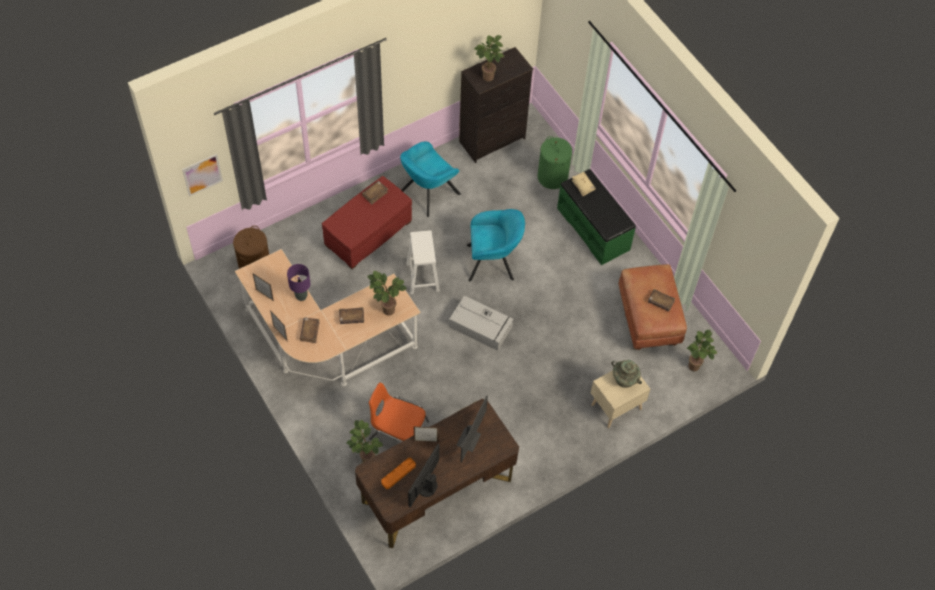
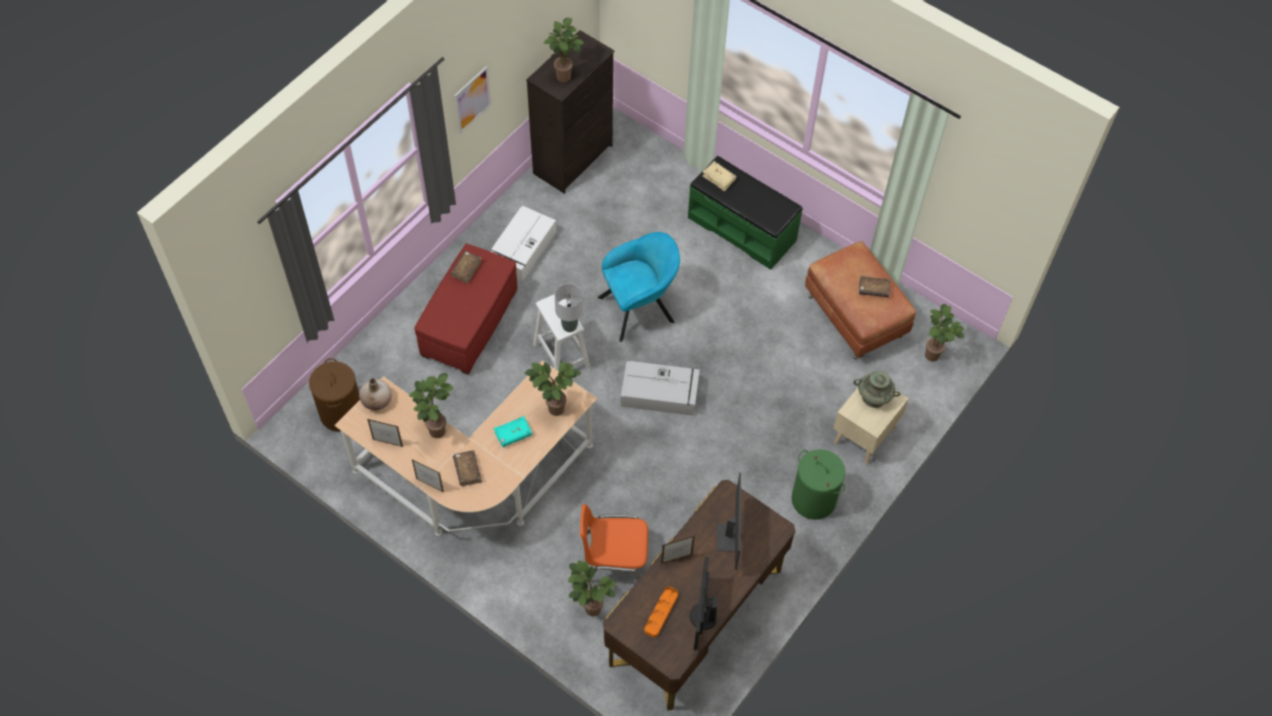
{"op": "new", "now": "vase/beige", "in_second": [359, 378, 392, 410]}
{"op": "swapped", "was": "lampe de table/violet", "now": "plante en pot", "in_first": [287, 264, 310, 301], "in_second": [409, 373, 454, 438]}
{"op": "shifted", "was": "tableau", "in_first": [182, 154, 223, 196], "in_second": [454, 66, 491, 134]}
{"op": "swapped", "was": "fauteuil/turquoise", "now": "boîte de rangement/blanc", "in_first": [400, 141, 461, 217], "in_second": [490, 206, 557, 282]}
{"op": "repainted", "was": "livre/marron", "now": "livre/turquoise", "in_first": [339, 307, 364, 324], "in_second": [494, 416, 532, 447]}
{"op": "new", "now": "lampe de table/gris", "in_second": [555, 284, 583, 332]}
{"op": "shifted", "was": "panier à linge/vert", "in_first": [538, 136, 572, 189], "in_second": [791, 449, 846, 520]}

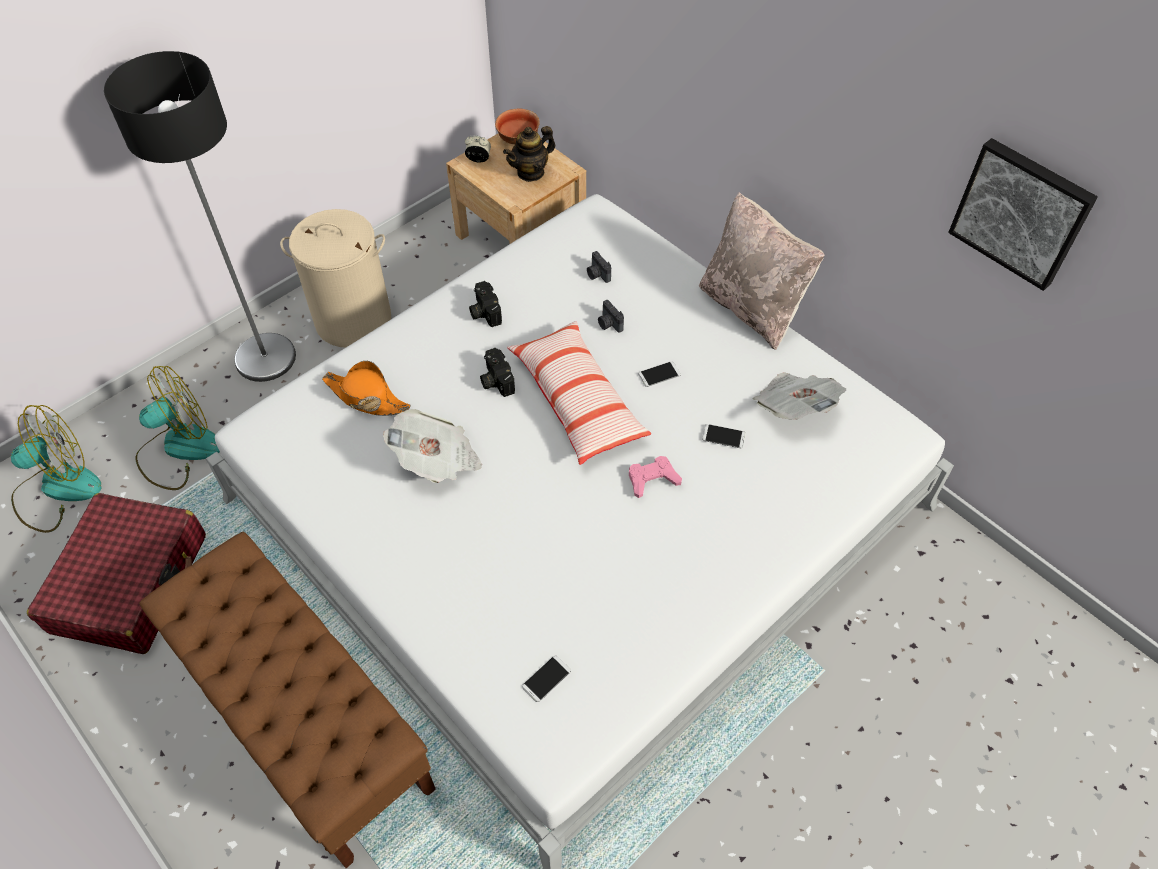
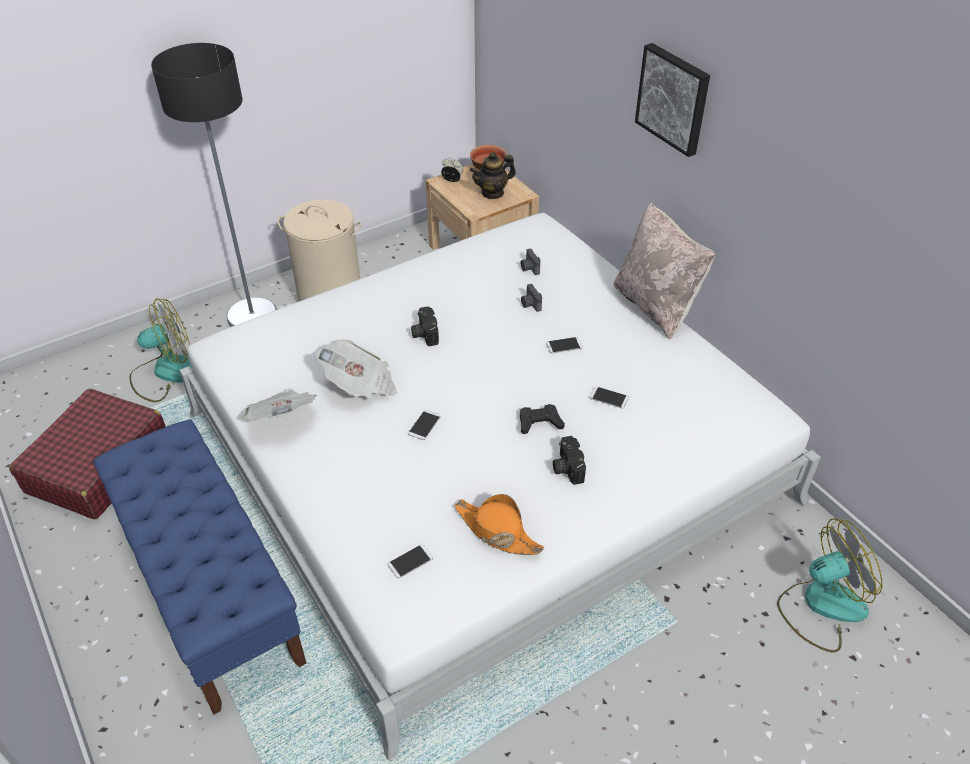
{"op": "repainted", "was": "banc/marron", "now": "banc/bleu", "in_first": [139, 532, 436, 868], "in_second": [93, 419, 306, 715]}
{"op": "shifted", "was": "journal", "in_first": [753, 372, 846, 420], "in_second": [242, 389, 317, 421]}
{"op": "new", "now": "téléphone", "in_second": [408, 410, 441, 440]}
{"op": "shifted", "was": "chapeau/orange", "in_first": [322, 361, 411, 416], "in_second": [454, 494, 544, 555]}
{"op": "repainted", "was": "manette/rose", "now": "manette/noir", "in_first": [629, 456, 682, 498], "in_second": [520, 404, 565, 434]}
{"op": "shifted", "was": "appareil photo", "in_first": [469, 281, 502, 327], "in_second": [553, 436, 586, 485]}
{"op": "shifted", "was": "tableau", "in_first": [948, 138, 1098, 291], "in_second": [635, 43, 710, 157]}
{"op": "shifted", "was": "ventilateur", "in_first": [11, 405, 102, 533], "in_second": [777, 518, 883, 653]}
{"op": "gone", "was": "coussin", "in_first": [507, 321, 651, 465]}

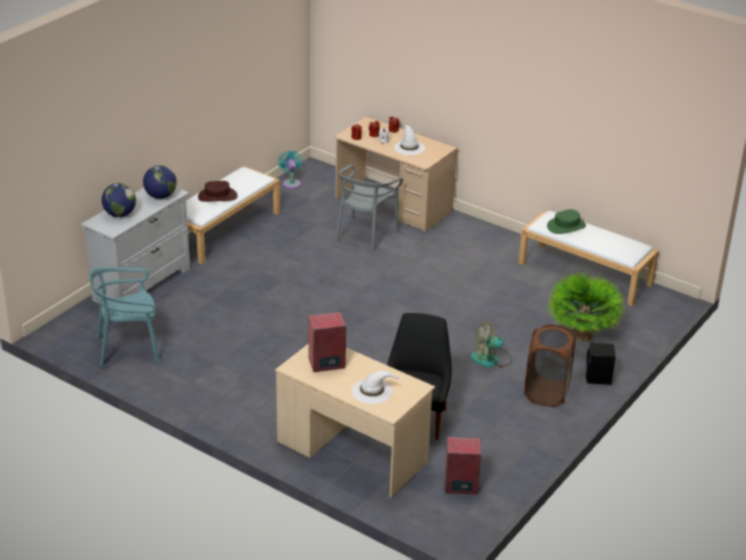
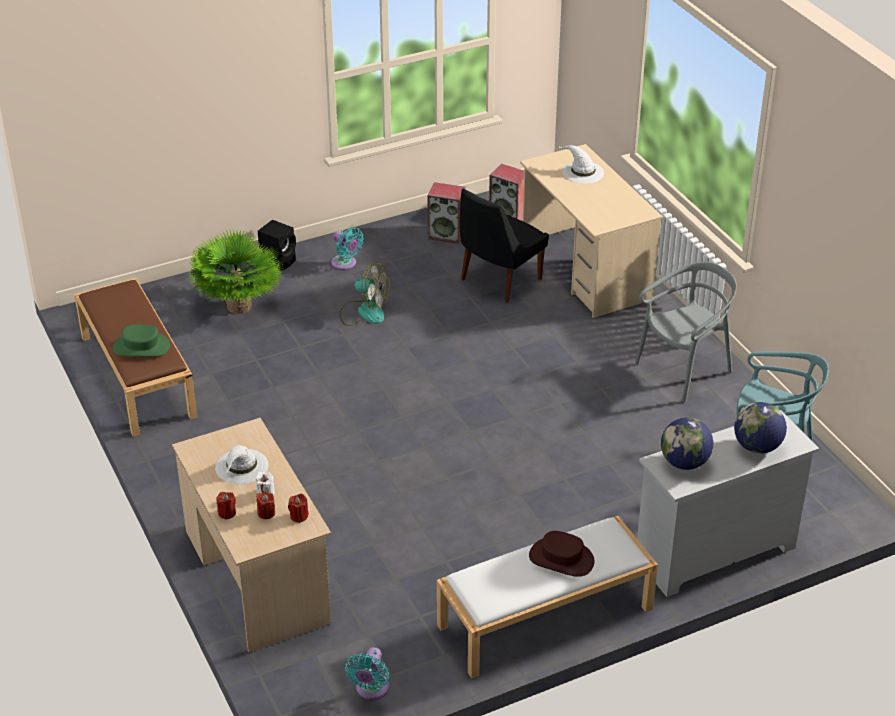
{"op": "repainted", "was": "banc/blanc", "now": "banc/marron", "in_first": [519, 210, 659, 306], "in_second": [74, 278, 197, 437]}
{"op": "swapped", "was": "panier à linge/marron", "now": "ventilateur/turquoise", "in_first": [525, 324, 576, 407], "in_second": [331, 227, 364, 270]}
{"op": "shifted", "was": "enceinte", "in_first": [308, 312, 346, 372], "in_second": [427, 182, 466, 244]}
{"op": "shifted", "was": "chaise/gris", "in_first": [335, 165, 403, 253], "in_second": [635, 262, 737, 402]}

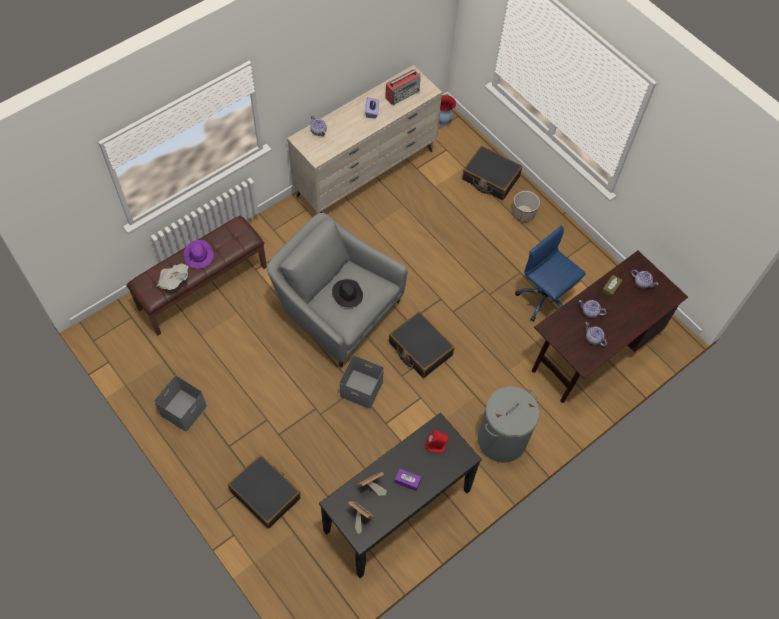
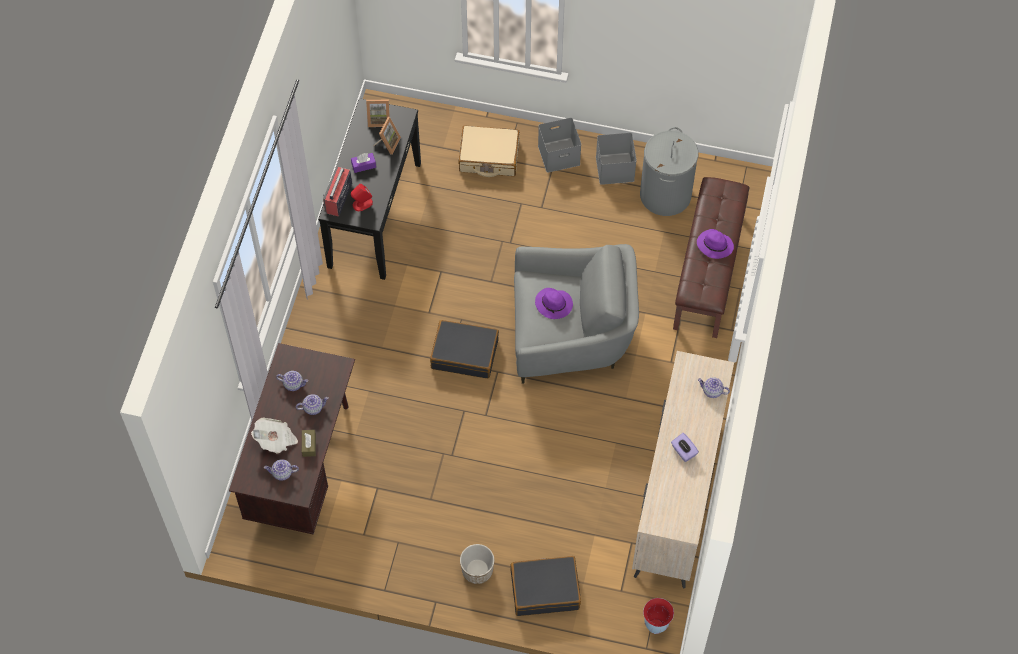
{"op": "shifted", "was": "journal", "in_first": [157, 263, 189, 290], "in_second": [251, 417, 298, 454]}
{"op": "shifted", "was": "radio", "in_first": [385, 70, 420, 105], "in_second": [323, 167, 352, 216]}
{"op": "repainted", "was": "valise/noir", "now": "valise/beige", "in_first": [228, 455, 300, 529], "in_second": [458, 125, 519, 177]}
{"op": "repainted", "was": "chapeau/noir", "now": "chapeau/violet", "in_first": [332, 279, 363, 308], "in_second": [535, 288, 573, 319]}
{"op": "shifted", "was": "boîte de rangement/gris", "in_first": [340, 355, 384, 409], "in_second": [538, 118, 581, 173]}
{"op": "shifted", "was": "panier à linge/gris", "in_first": [478, 386, 540, 463], "in_second": [640, 127, 698, 216]}
{"op": "gone", "was": "chaise de bureau/bleu", "in_first": [515, 225, 586, 322]}

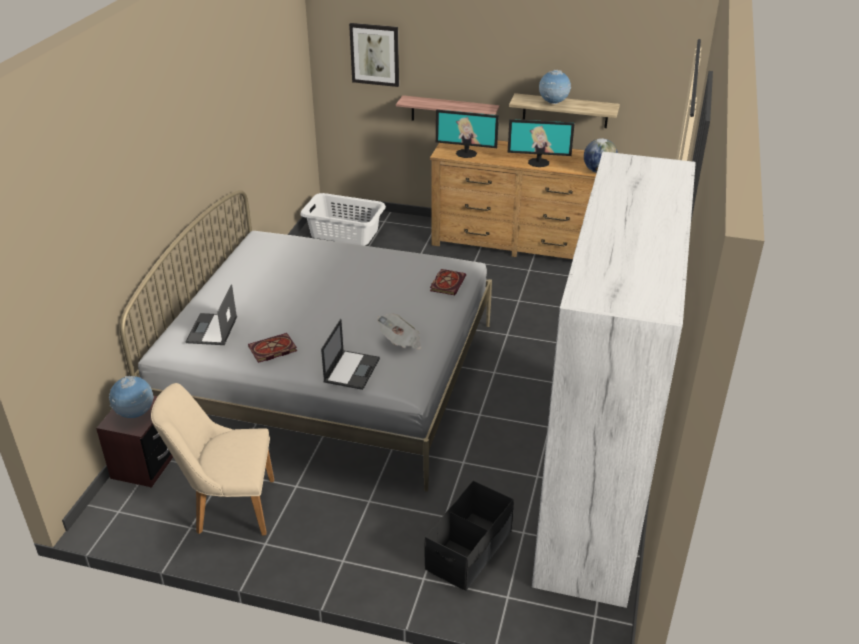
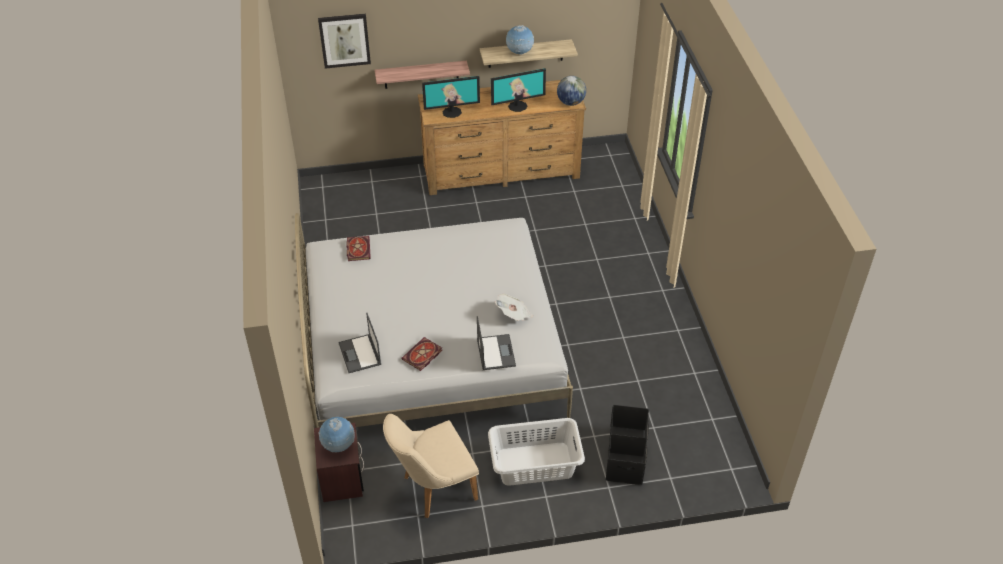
{"op": "shifted", "was": "livre", "in_first": [430, 269, 466, 295], "in_second": [346, 236, 371, 261]}
{"op": "shifted", "was": "panier à linge/blanc", "in_first": [300, 193, 386, 246], "in_second": [488, 418, 585, 486]}
{"op": "gone", "was": "armoire/blanc", "in_first": [532, 152, 696, 608]}

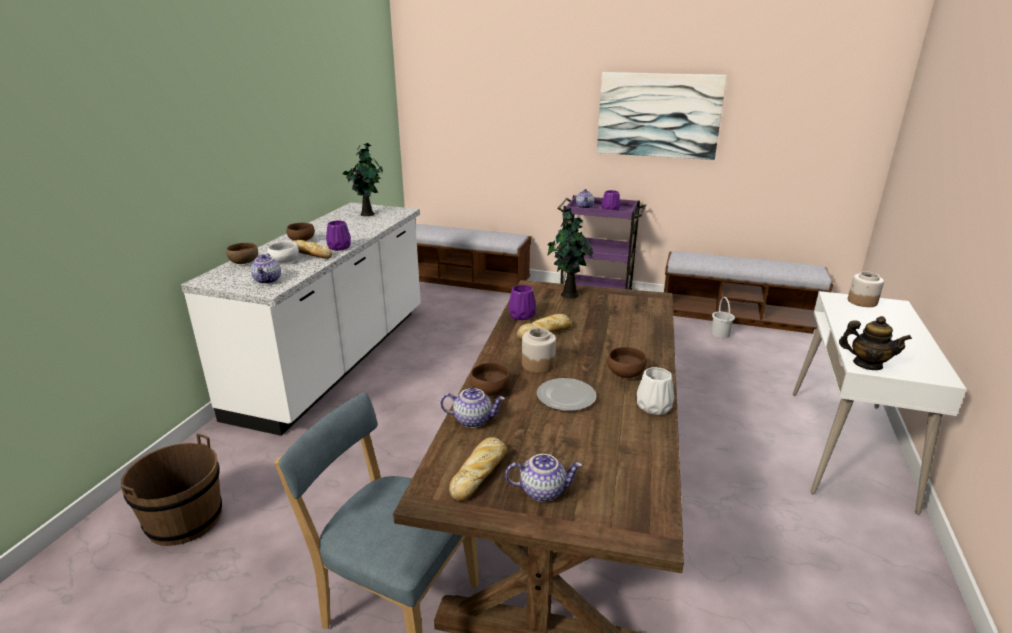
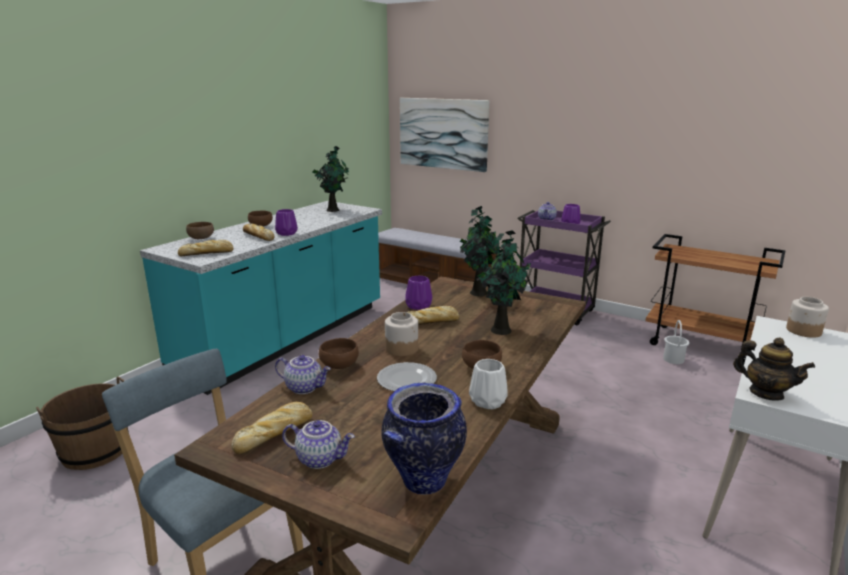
{"op": "repainted", "was": "comptoir de cuisine/blanc", "now": "comptoir de cuisine/turquoise", "in_first": [181, 203, 421, 436], "in_second": [140, 201, 382, 395]}
{"op": "swapped", "was": "théière", "now": "pain", "in_first": [251, 253, 281, 284], "in_second": [178, 240, 234, 256]}
{"op": "new", "now": "vase", "in_second": [382, 383, 467, 495]}
{"op": "shifted", "was": "tableau", "in_first": [597, 72, 727, 160], "in_second": [400, 98, 489, 172]}
{"op": "new", "now": "plante en pot", "in_second": [477, 230, 531, 335]}
{"op": "swapped", "was": "banc", "now": "chariot/marron", "in_first": [664, 251, 833, 334], "in_second": [646, 234, 786, 365]}
{"op": "gone", "was": "bol/blanc", "in_first": [267, 241, 299, 263]}

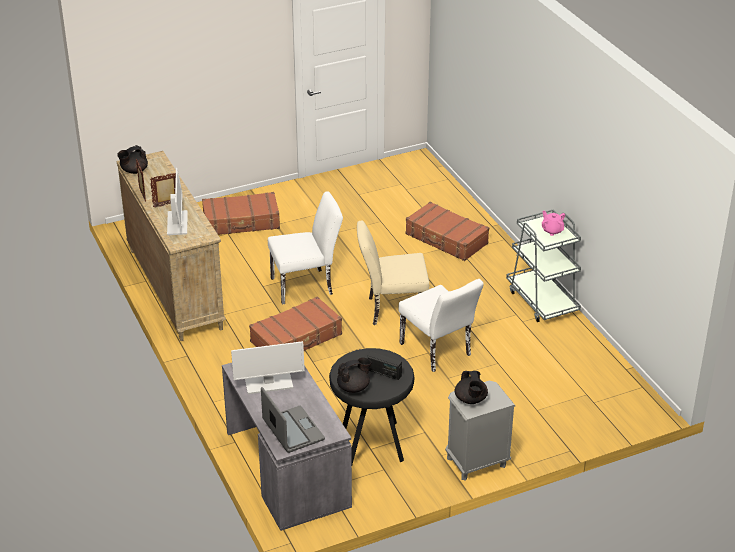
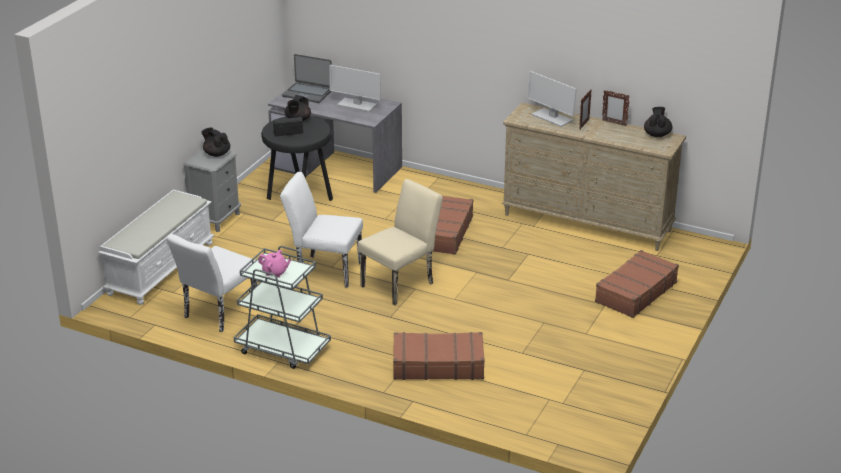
{"op": "new", "now": "banc/blanc", "in_second": [98, 190, 214, 305]}
{"op": "shifted", "was": "chaise/blanc", "in_first": [268, 192, 343, 305], "in_second": [166, 234, 257, 332]}
{"op": "rotated", "was": "écran d'ordinateur", "in_first": [231, 341, 305, 394], "in_second": [329, 65, 381, 112], "clockwise": -105}

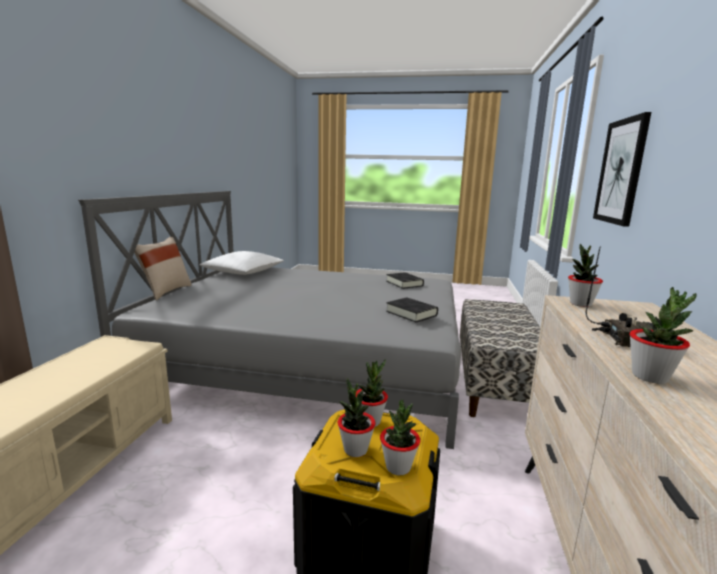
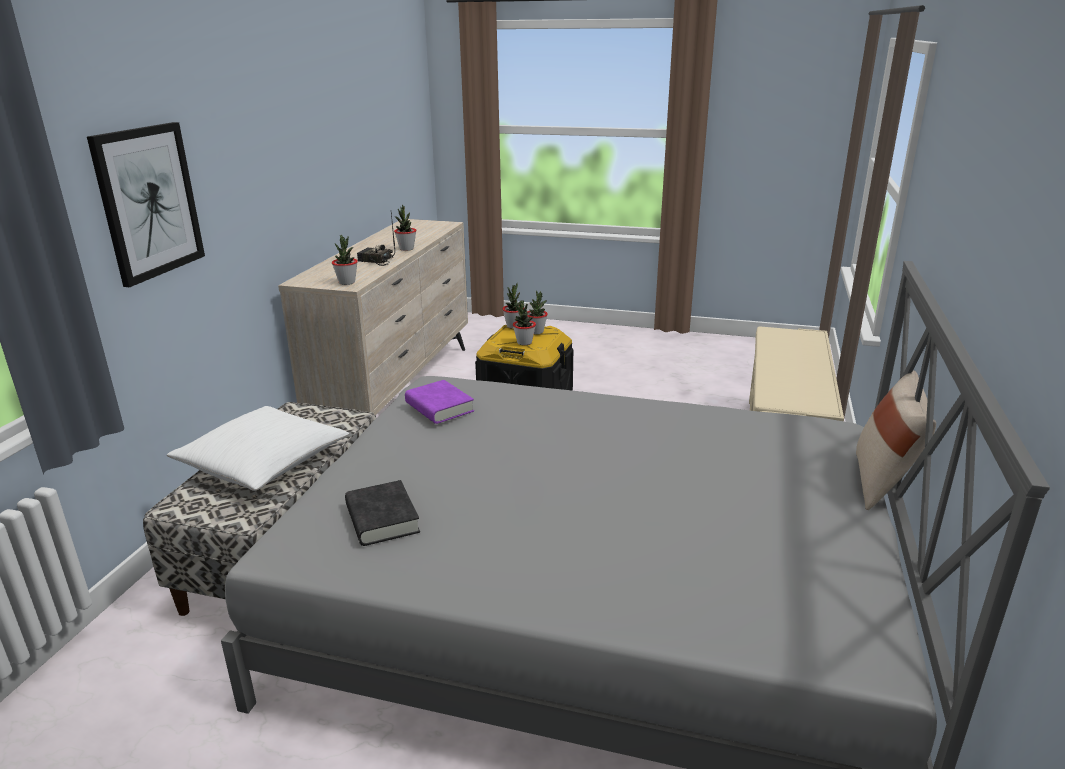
{"op": "shifted", "was": "coussin/blanc", "in_first": [200, 251, 284, 275], "in_second": [167, 406, 349, 491]}
{"op": "repainted", "was": "livre/noir", "now": "livre/violet", "in_first": [386, 297, 438, 322], "in_second": [405, 380, 474, 424]}

